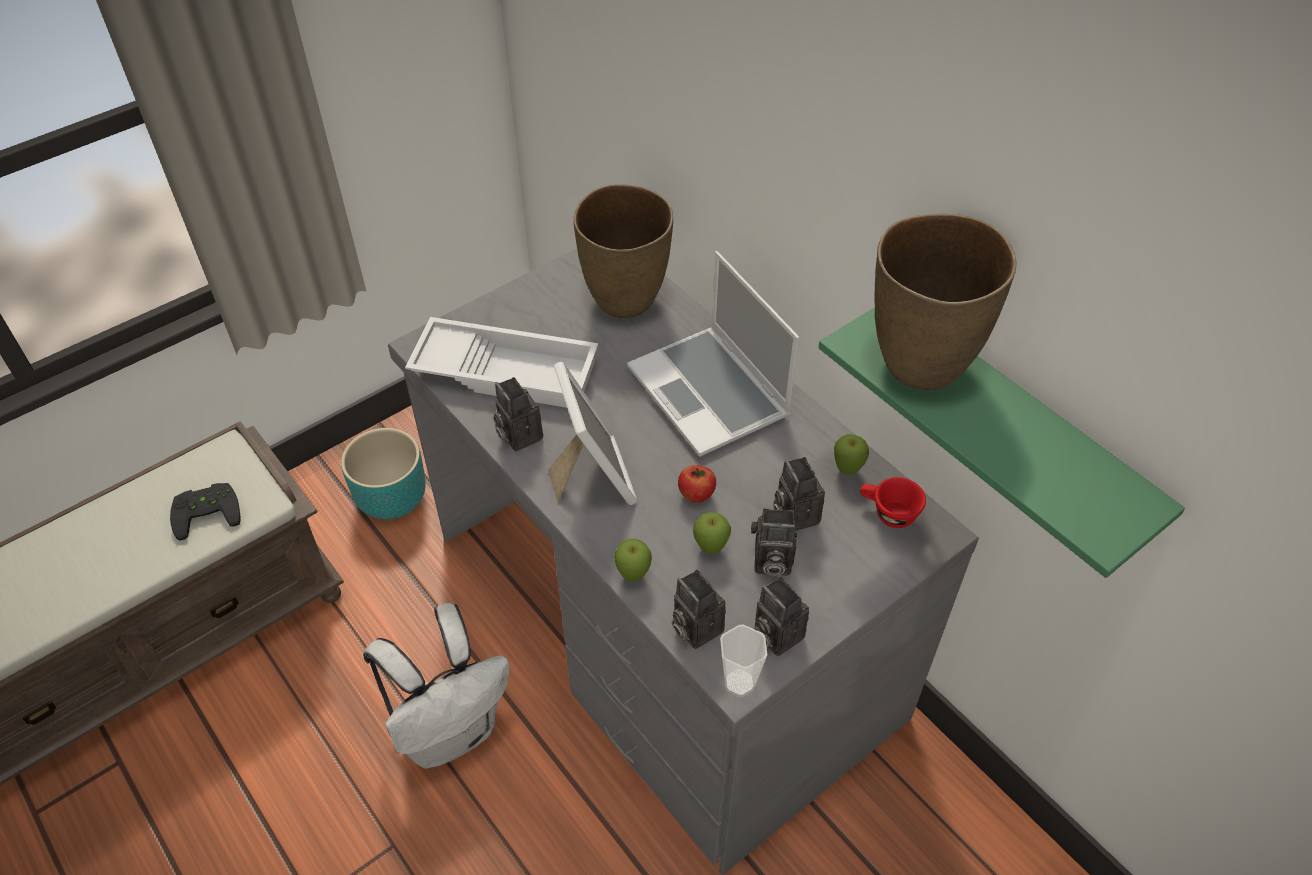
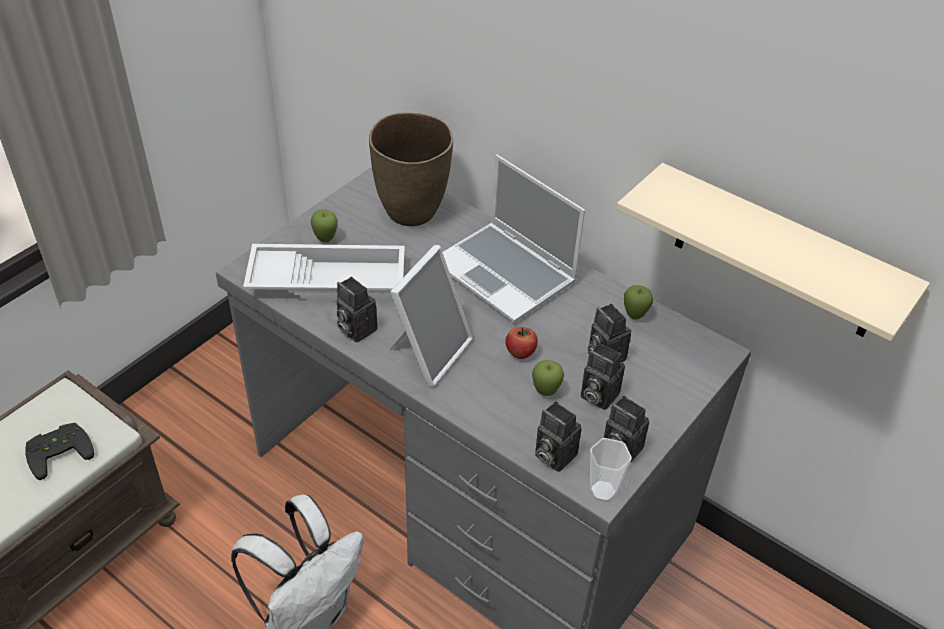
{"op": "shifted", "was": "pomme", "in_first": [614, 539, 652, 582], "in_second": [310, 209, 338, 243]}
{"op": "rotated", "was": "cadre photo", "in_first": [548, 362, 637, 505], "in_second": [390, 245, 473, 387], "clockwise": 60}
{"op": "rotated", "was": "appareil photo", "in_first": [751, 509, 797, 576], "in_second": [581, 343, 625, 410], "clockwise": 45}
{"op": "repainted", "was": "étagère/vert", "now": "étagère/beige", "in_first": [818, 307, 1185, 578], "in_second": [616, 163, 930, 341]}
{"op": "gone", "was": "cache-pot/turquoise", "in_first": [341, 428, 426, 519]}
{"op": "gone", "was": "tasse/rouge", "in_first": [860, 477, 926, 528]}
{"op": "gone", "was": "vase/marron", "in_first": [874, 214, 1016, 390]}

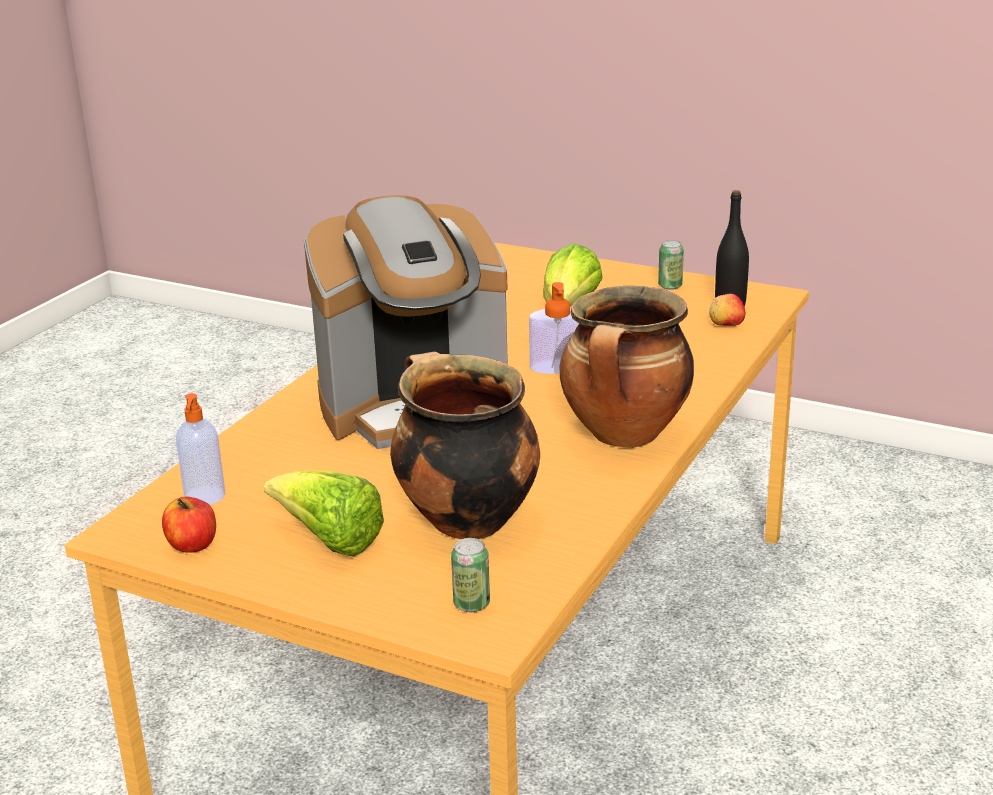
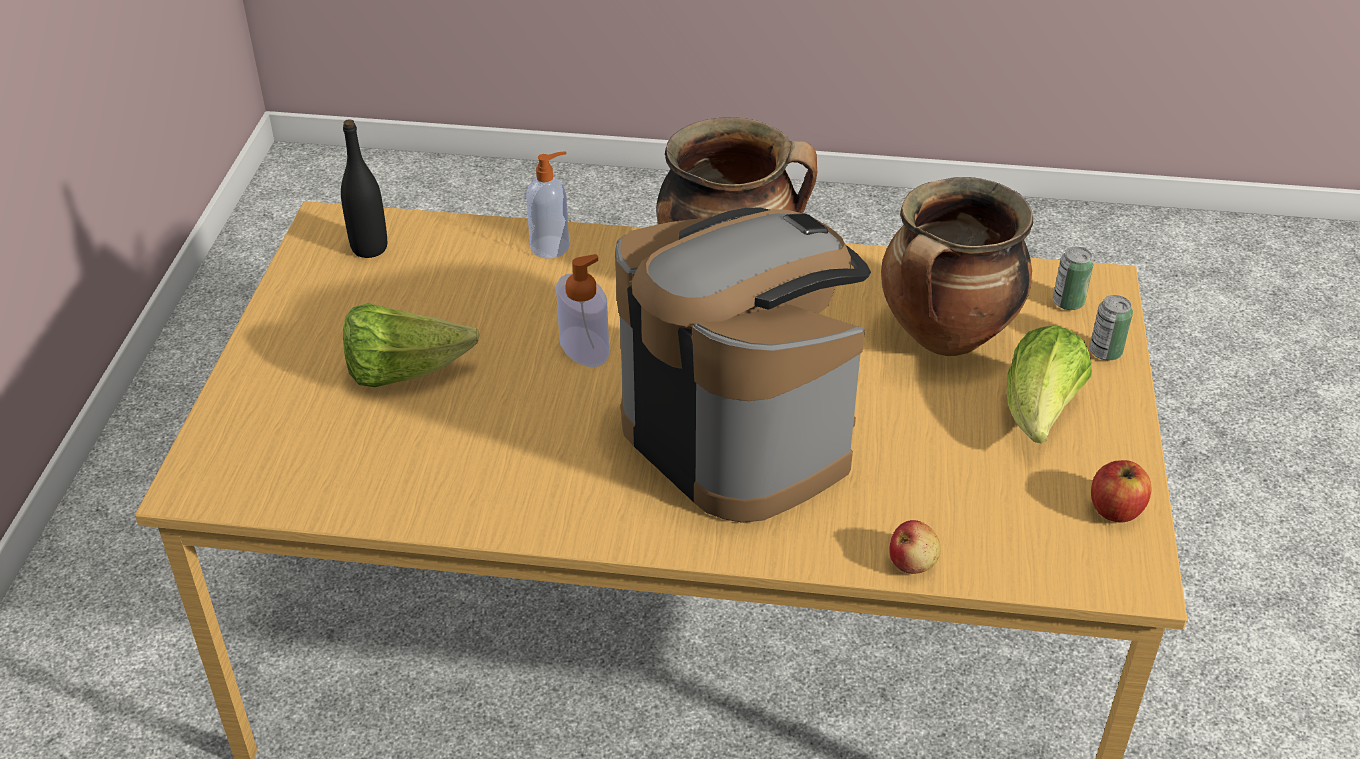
{"op": "shifted", "was": "distributeur de savon", "in_first": [176, 393, 226, 505], "in_second": [526, 151, 569, 259]}
{"op": "shifted", "was": "pomme", "in_first": [709, 294, 745, 326], "in_second": [889, 520, 941, 574]}
{"op": "shifted", "was": "boîte métallique", "in_first": [658, 240, 684, 290], "in_second": [1089, 295, 1133, 360]}

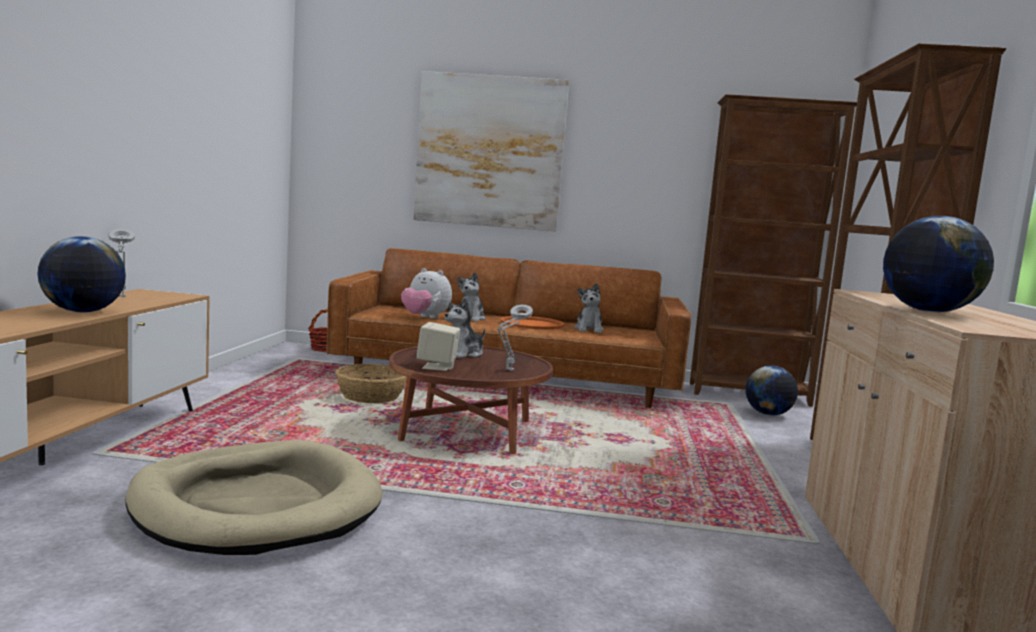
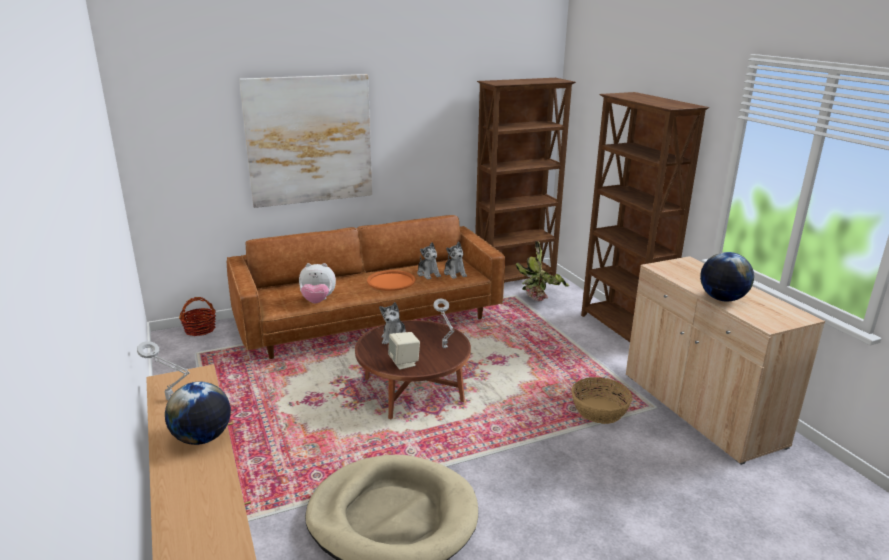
{"op": "shifted", "was": "peluche", "in_first": [457, 272, 486, 322], "in_second": [444, 242, 467, 279]}
{"op": "swapped", "was": "globe", "now": "plante en pot", "in_first": [746, 366, 798, 415], "in_second": [516, 241, 569, 301]}
{"op": "shifted", "was": "panier", "in_first": [335, 364, 407, 403], "in_second": [571, 377, 632, 424]}

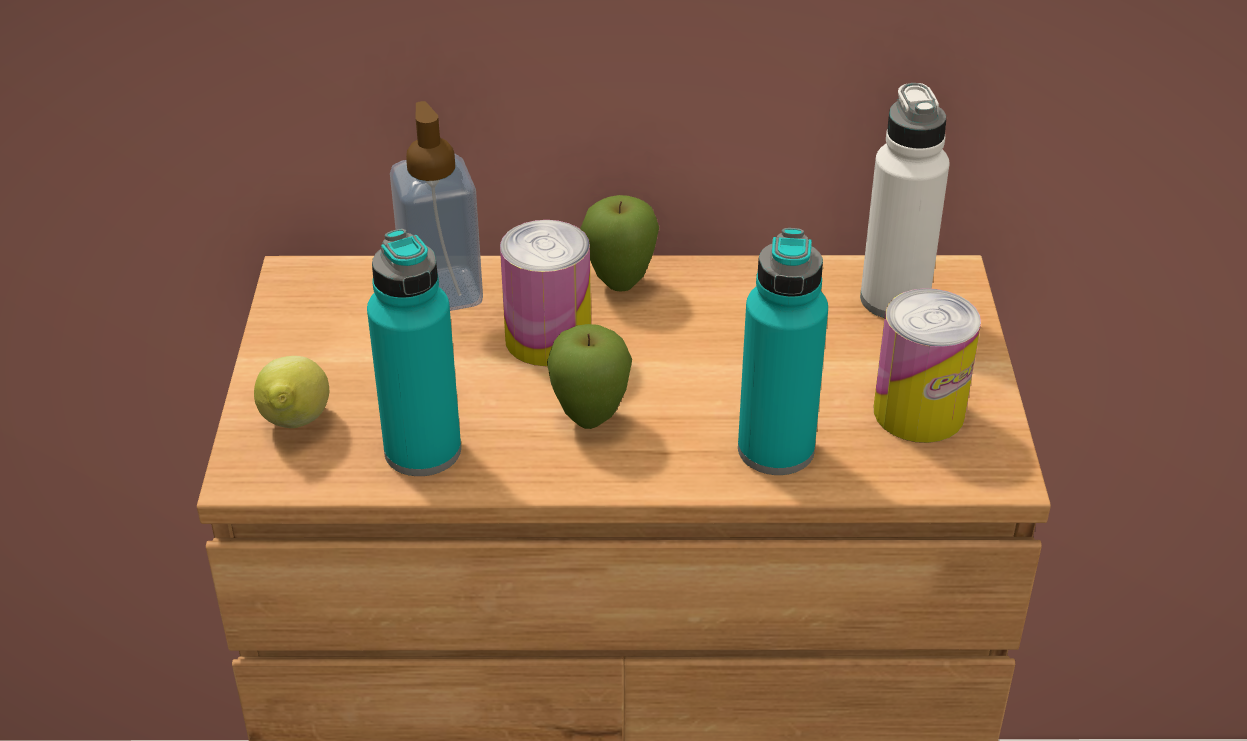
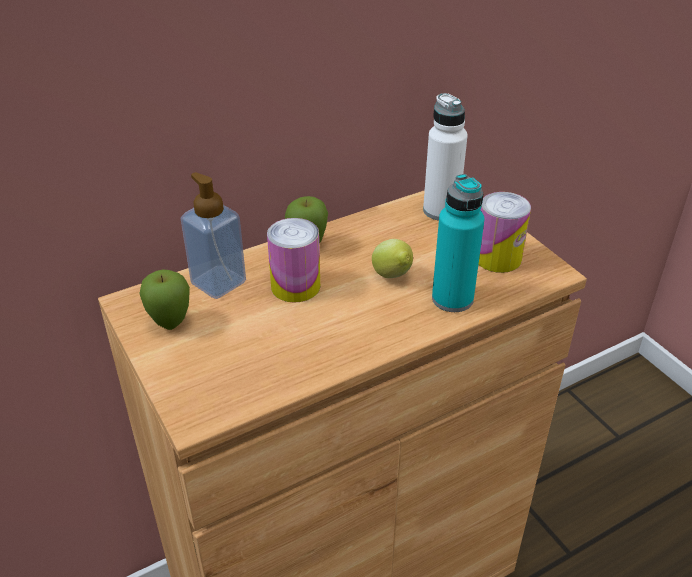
{"op": "shifted", "was": "pomme", "in_first": [547, 324, 632, 429], "in_second": [139, 270, 190, 330]}
{"op": "shifted", "was": "citron", "in_first": [254, 356, 329, 428], "in_second": [372, 239, 413, 278]}
{"op": "gone", "was": "bouteille/turquoise", "in_first": [367, 229, 461, 476]}

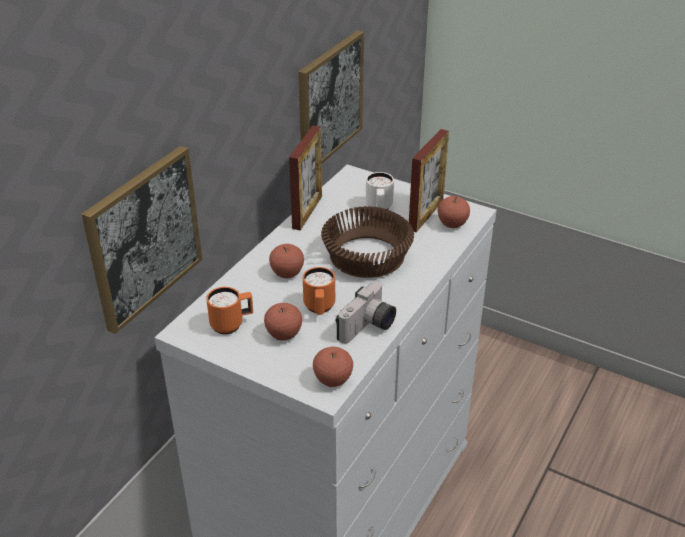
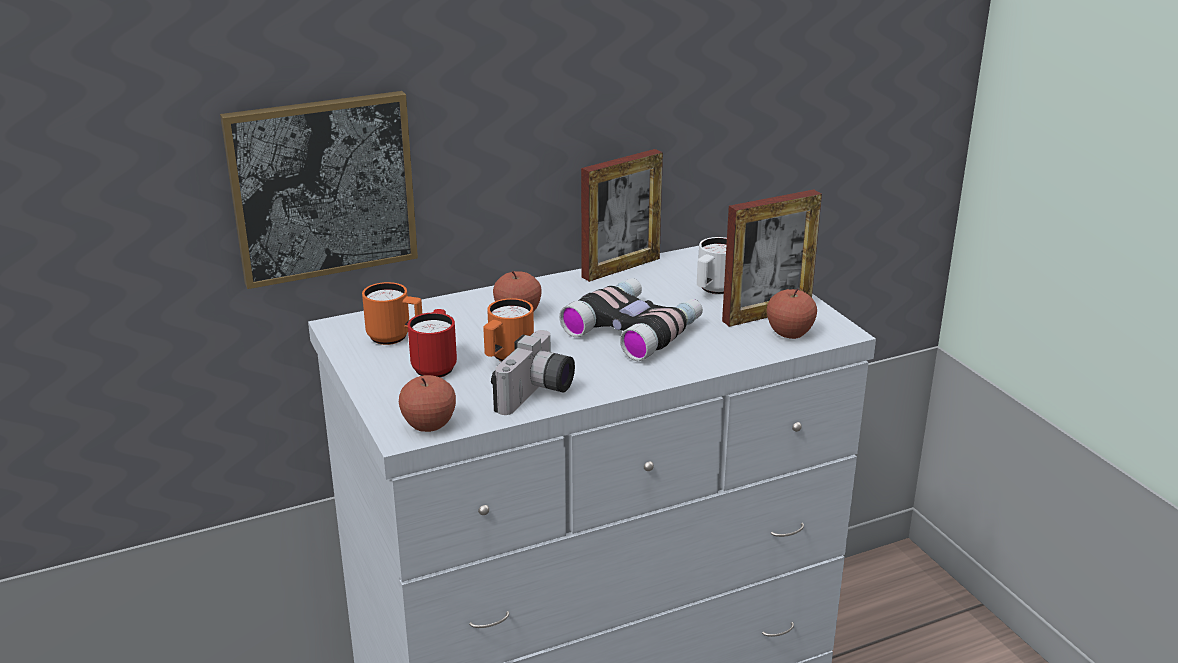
{"op": "swapped", "was": "pomme", "now": "mug/rouge", "in_first": [264, 303, 302, 341], "in_second": [408, 309, 457, 378]}
{"op": "rotated", "was": "appareil photo", "in_first": [336, 282, 396, 344], "in_second": [491, 330, 575, 415], "clockwise": -45}
{"op": "swapped", "was": "bol/marron", "now": "jumelles", "in_first": [321, 206, 414, 278], "in_second": [559, 278, 703, 361]}
{"op": "gone", "was": "tableau", "in_first": [298, 31, 364, 163]}

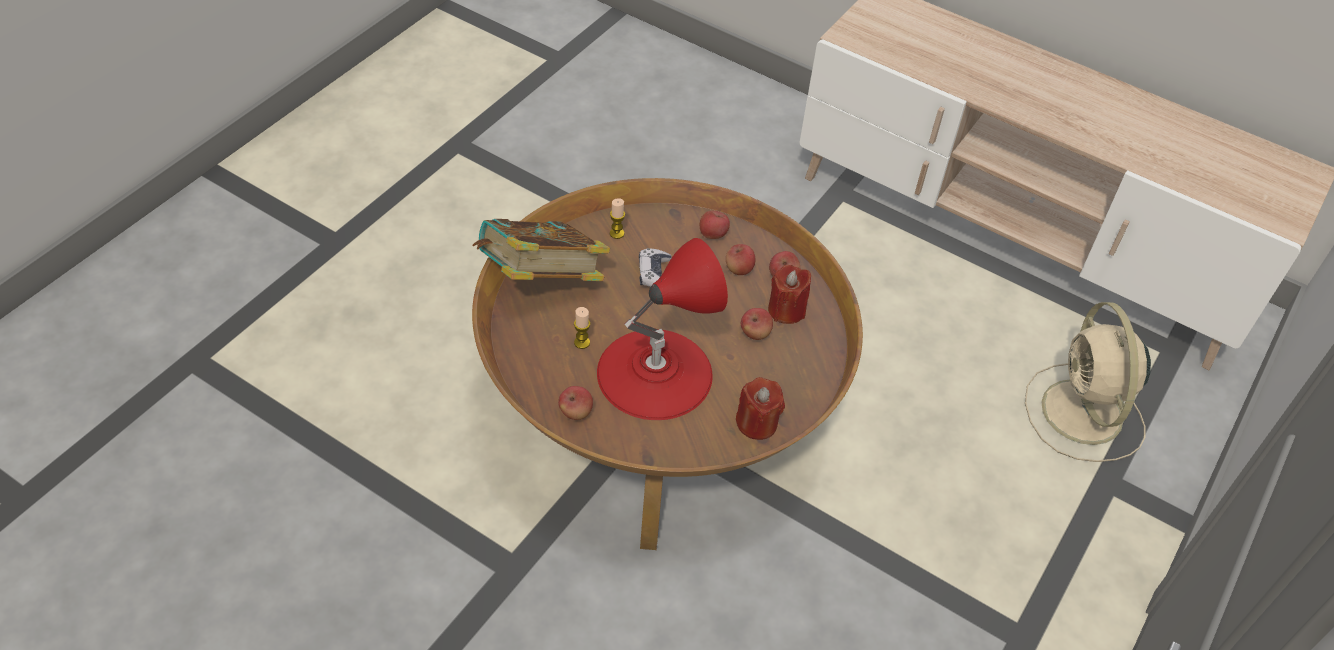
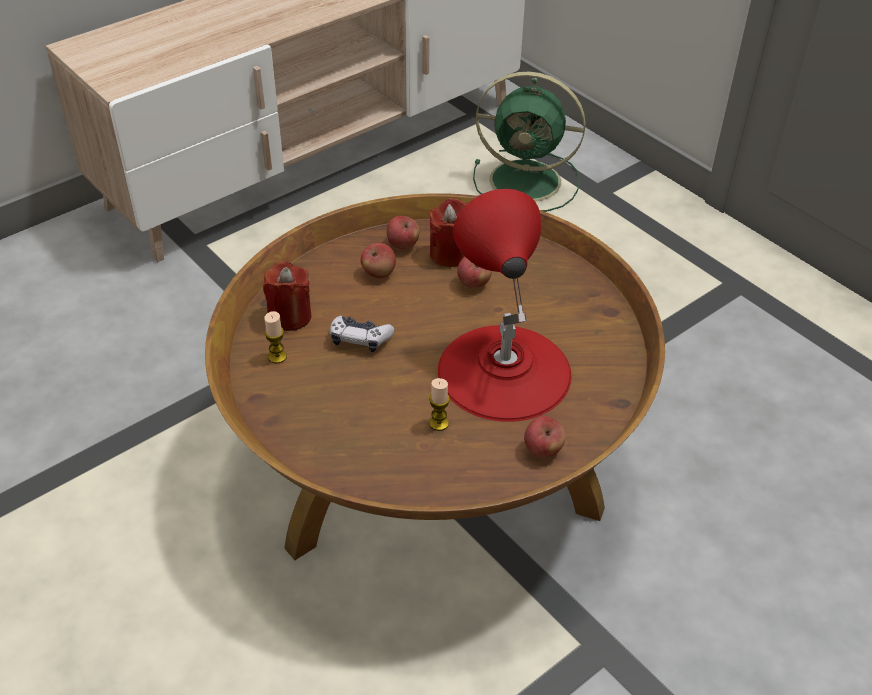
{"op": "shifted", "was": "bougie/rouge", "in_first": [736, 377, 785, 440], "in_second": [263, 262, 312, 331]}
{"op": "repainted", "was": "ventilateur/beige", "now": "ventilateur/vert", "in_first": [1025, 302, 1151, 462], "in_second": [473, 72, 586, 212]}
{"op": "gone", "was": "livre", "in_first": [473, 219, 610, 281]}
{"op": "gone", "was": "pomme", "in_first": [700, 210, 730, 239]}

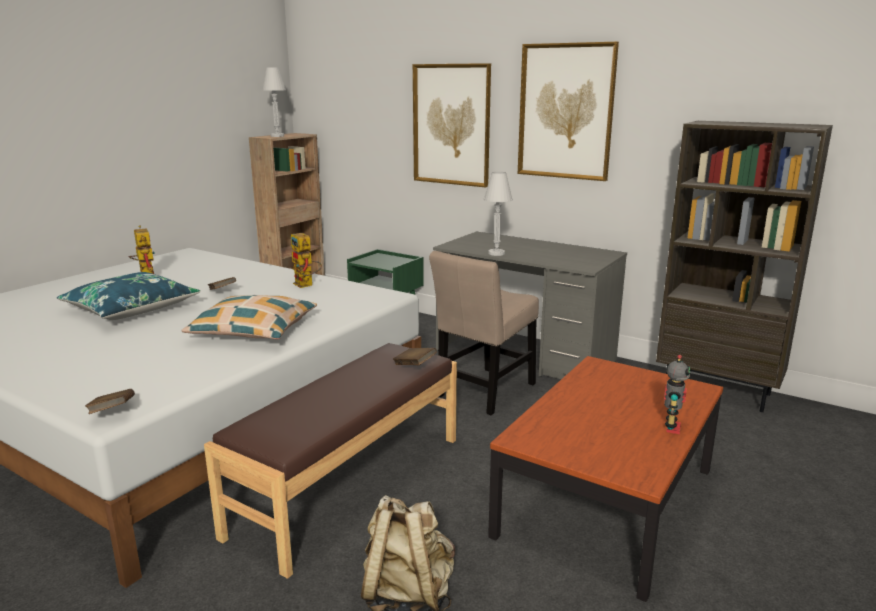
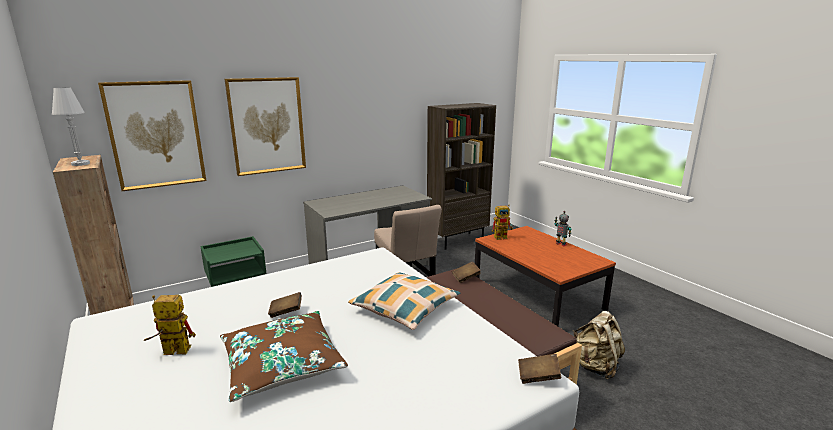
{"op": "shifted", "was": "tableau", "in_first": [518, 42, 619, 181], "in_second": [98, 80, 206, 191]}
{"op": "repainted", "was": "coussin/bleu", "now": "coussin/marron", "in_first": [57, 272, 200, 320], "in_second": [220, 311, 348, 402]}
{"op": "shifted", "was": "robot jouet", "in_first": [291, 233, 322, 288], "in_second": [492, 205, 513, 240]}
{"op": "gone", "was": "lampe de table/blanc", "in_first": [484, 172, 513, 256]}

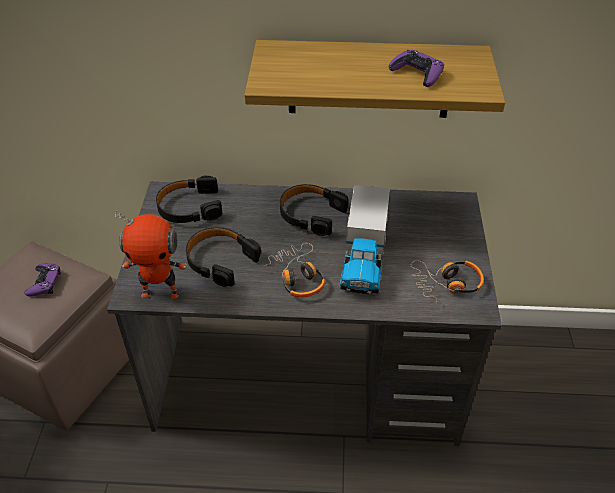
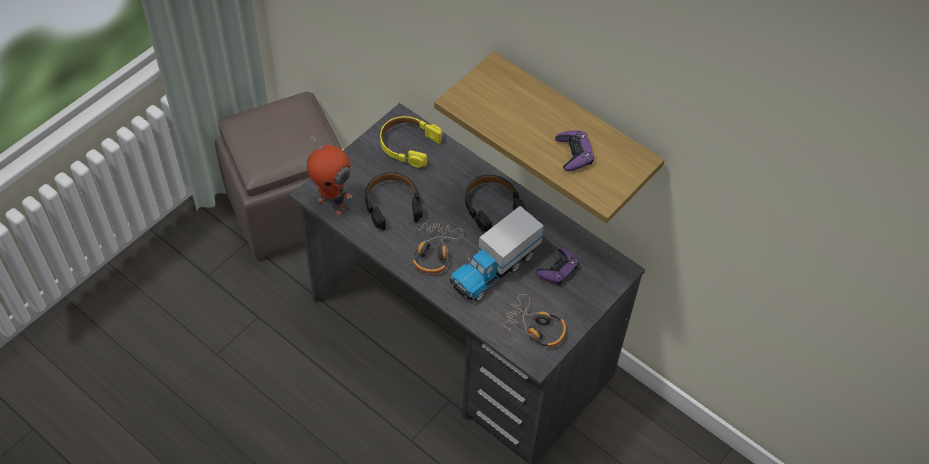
{"op": "repainted", "was": "casque audio/noir", "now": "casque audio/jaune", "in_first": [156, 176, 222, 223], "in_second": [380, 116, 442, 168]}
{"op": "shifted", "was": "manette/violet", "in_first": [24, 263, 61, 297], "in_second": [536, 248, 579, 286]}

